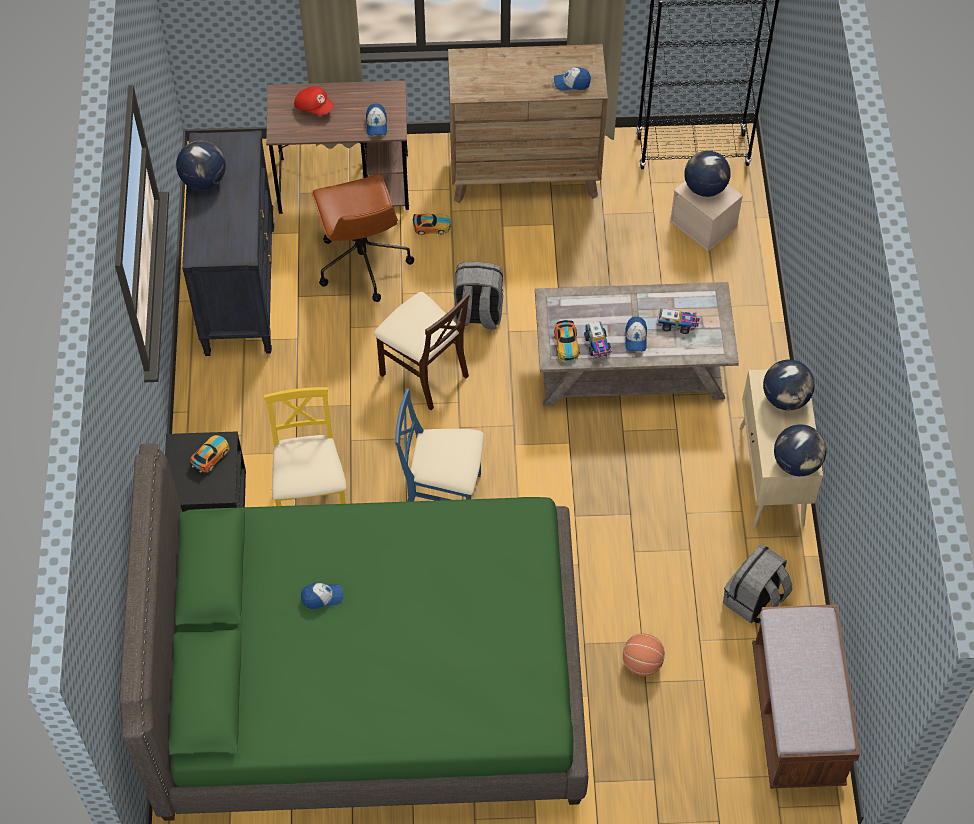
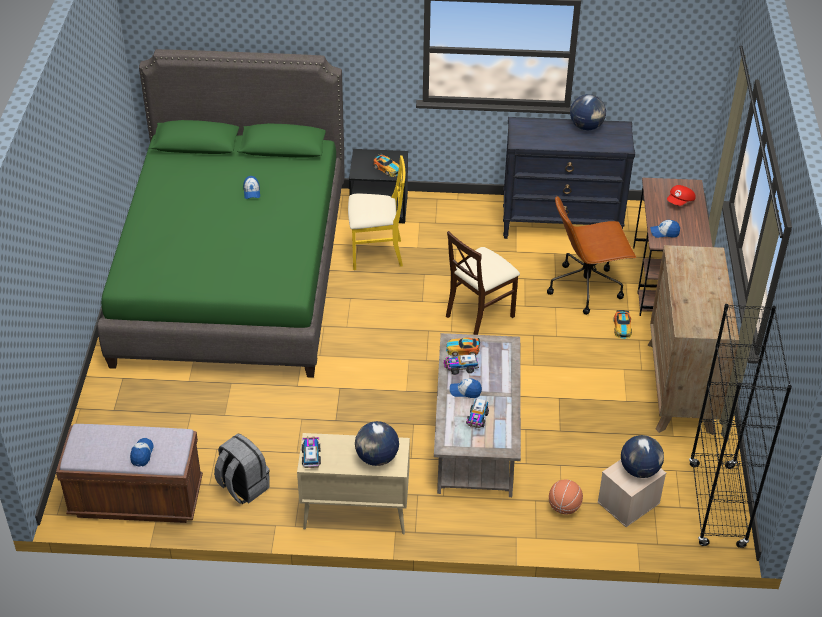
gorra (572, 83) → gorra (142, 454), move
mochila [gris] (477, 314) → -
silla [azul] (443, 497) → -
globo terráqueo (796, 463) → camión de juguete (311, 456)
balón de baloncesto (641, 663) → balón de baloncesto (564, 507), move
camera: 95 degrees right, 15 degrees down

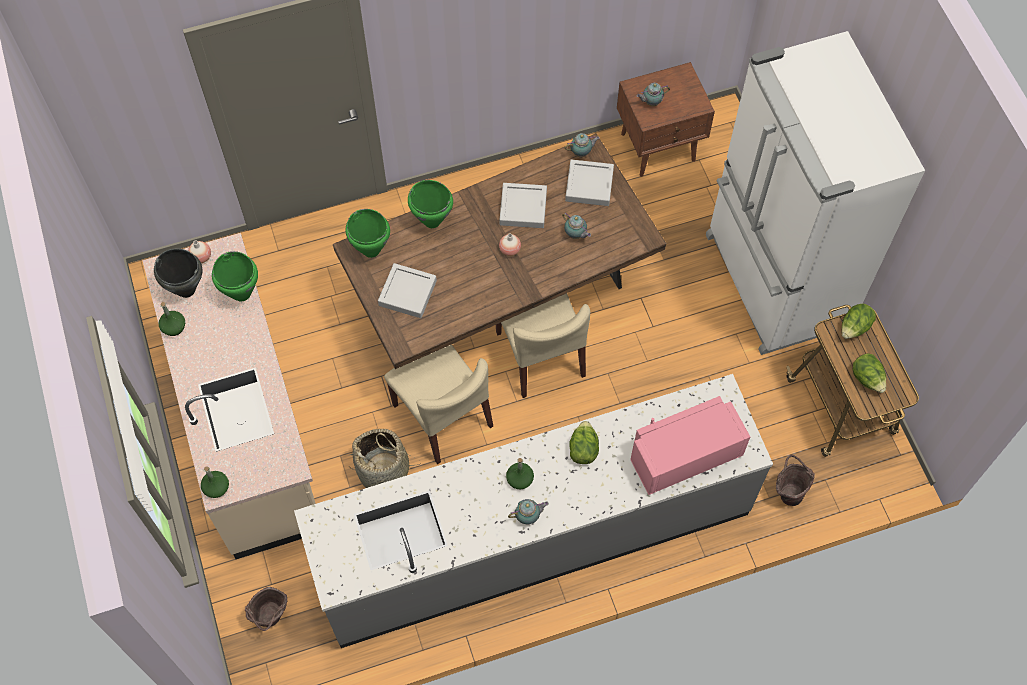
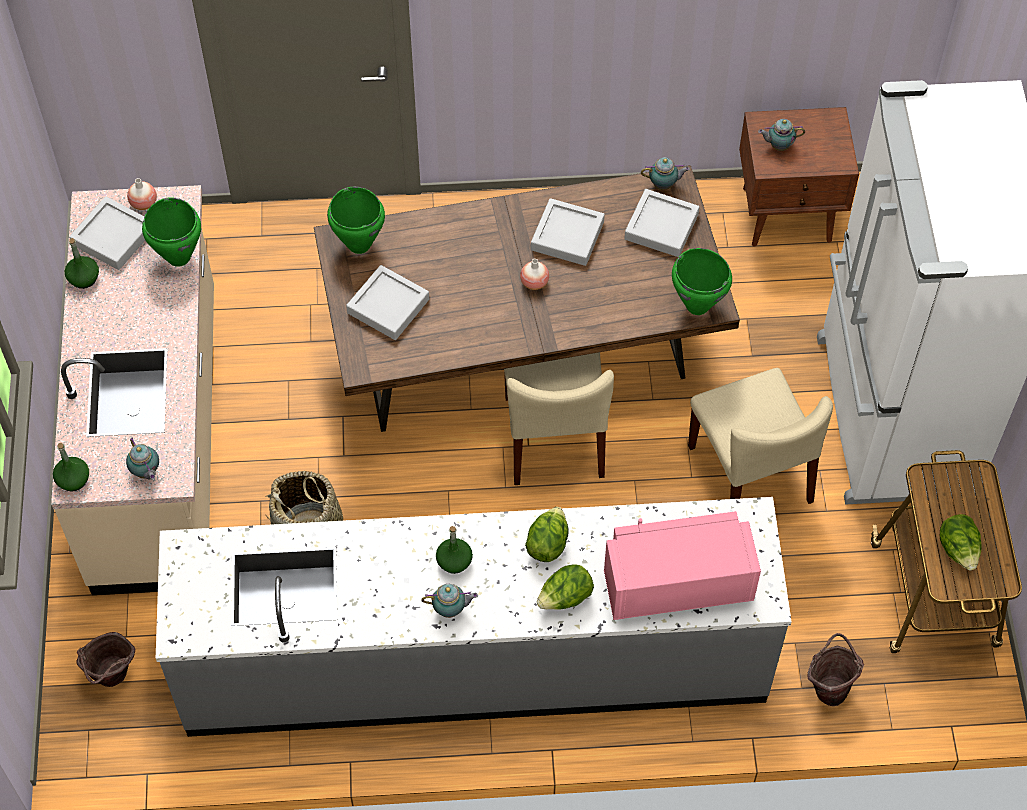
olla [verde] (432, 220) → olla [verde] (697, 305), move
tetera (575, 235) → tetera (146, 472), move
olla [negro] (186, 289) → bandeja [gris] (113, 237)
lechuga (854, 328) → lechuga (565, 598), move
silla [beis] (443, 416) → silla [beis] (750, 475), move
camera: 15 degrees right, 5 degrees down

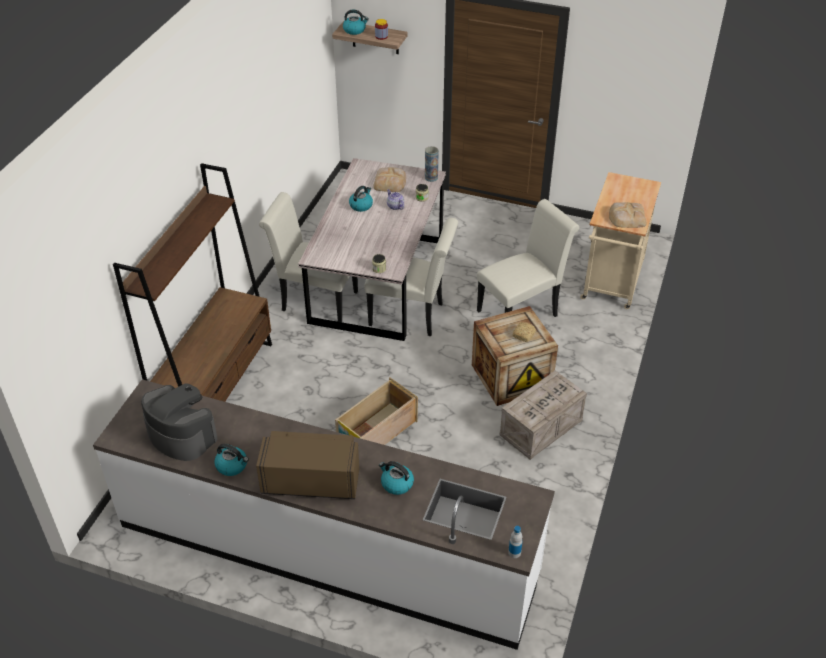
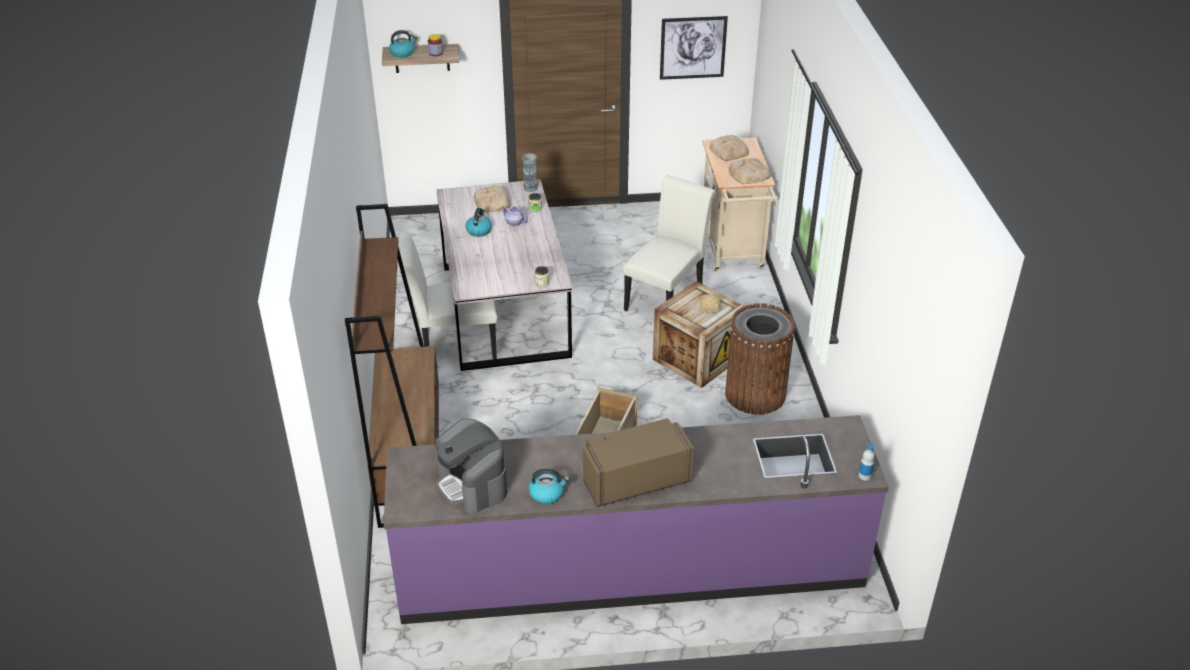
silla [blanco] (411, 315) → -
caja de embalaje (540, 428) → papelera [marrón] (755, 394)
mueble bajo de cocina [blanco] (327, 549) → mueble bajo de cocina [morado] (630, 568)
cafetera (181, 435) → cafetera (472, 484), 135 degrees counterclockwise
hervidor (396, 484) → -
- → cuadro (693, 47)
- → pan (729, 151)
camera: 25 degrees left, 5 degrees down

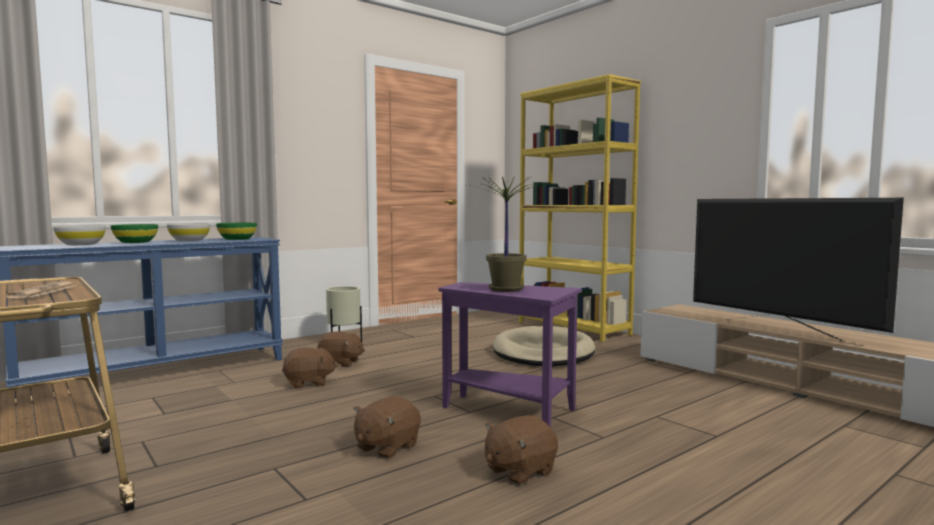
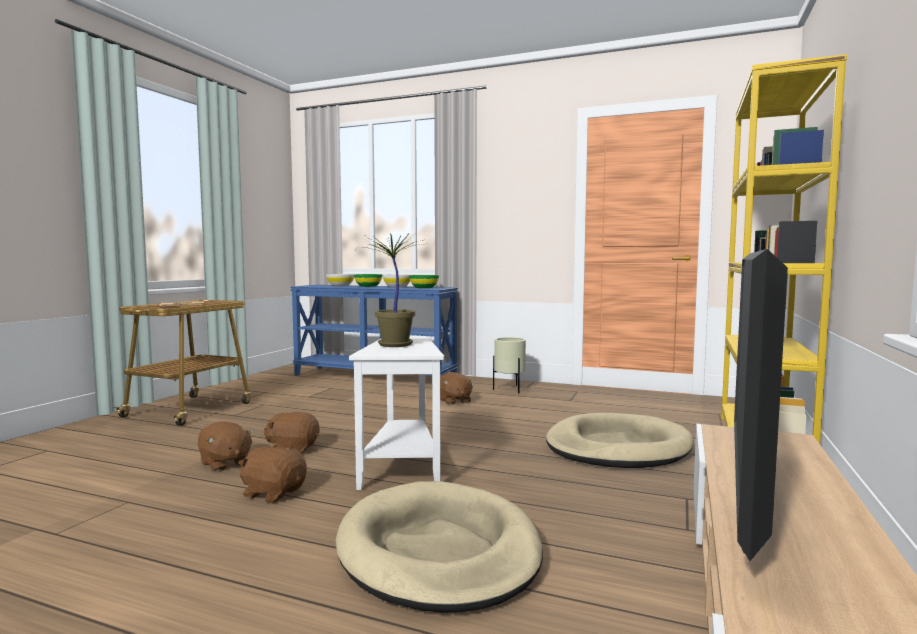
mesa auxiliar [morado] (511, 413) → mesa auxiliar [blanco] (402, 468)
peluche [marrón] (309, 383) → peluche [marrón] (225, 463), move
- → cama para perro [beis] (438, 551)
camera: 60 degrees right, 0 degrees up

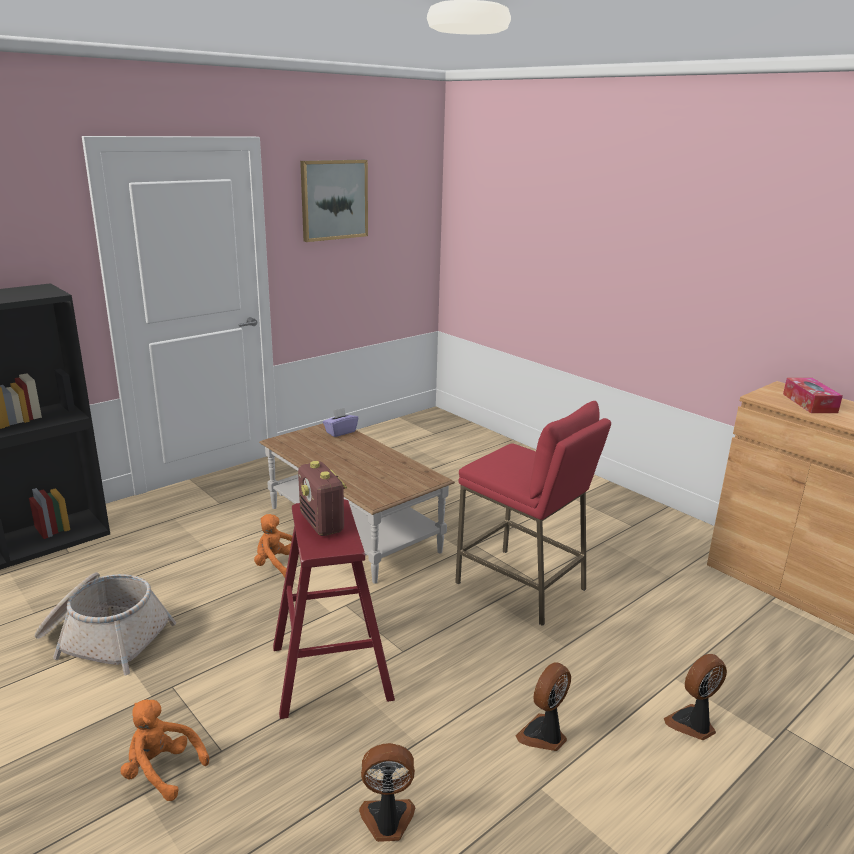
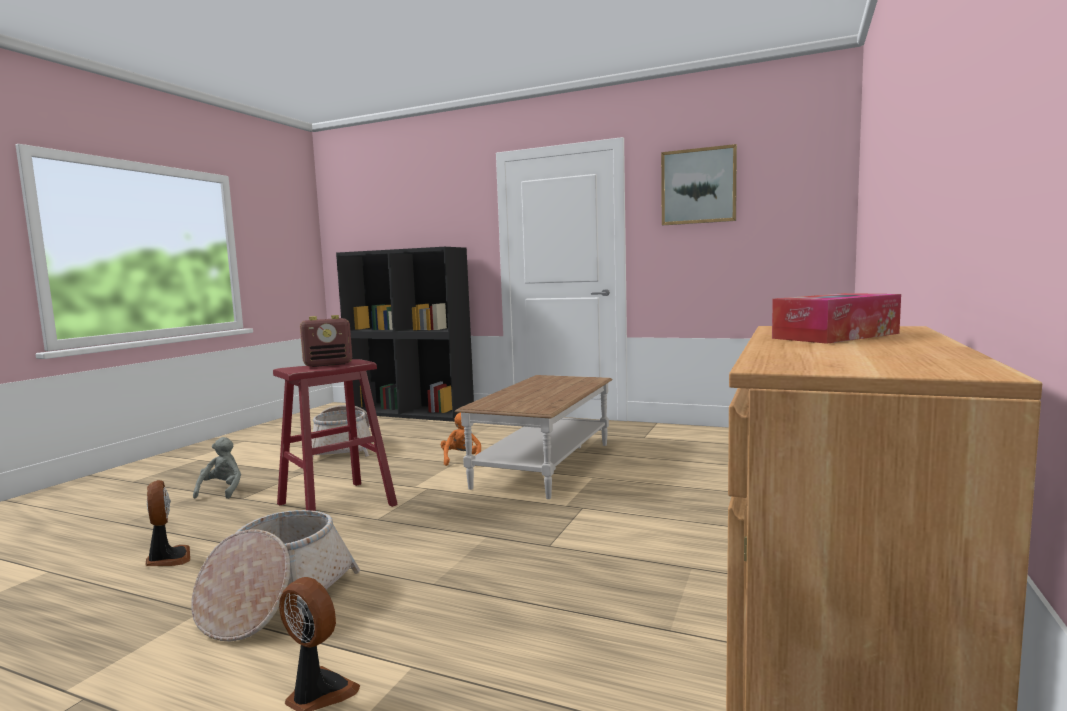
taburete [rojo] (521, 586) → -
caja de pañuelos [morado] (340, 432) → -
radio (322, 524) → radio (328, 364), 150 degrees counterclockwise
ventilador (544, 735) → cesta (276, 599)
peluche [naranja] (162, 771) → peluche [gris] (222, 491)
camera: 65 degrees right, 15 degrees down

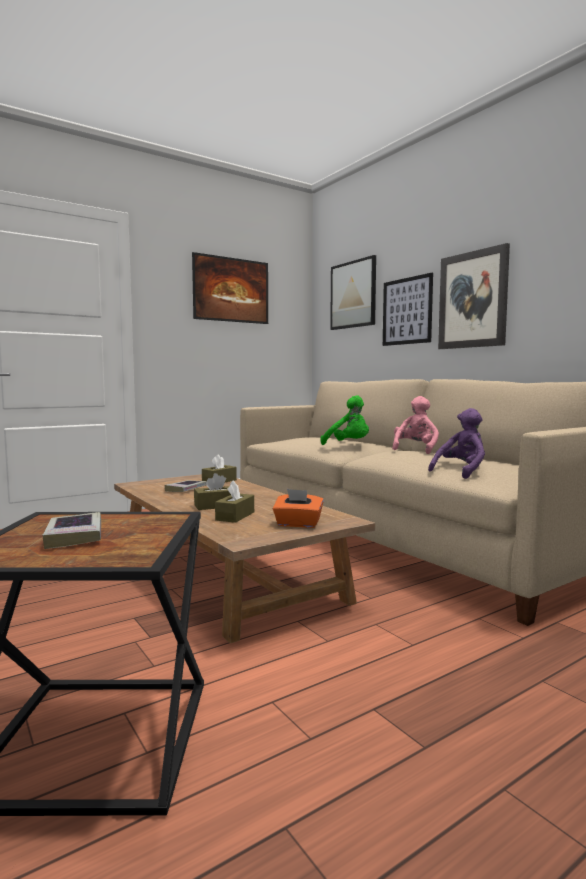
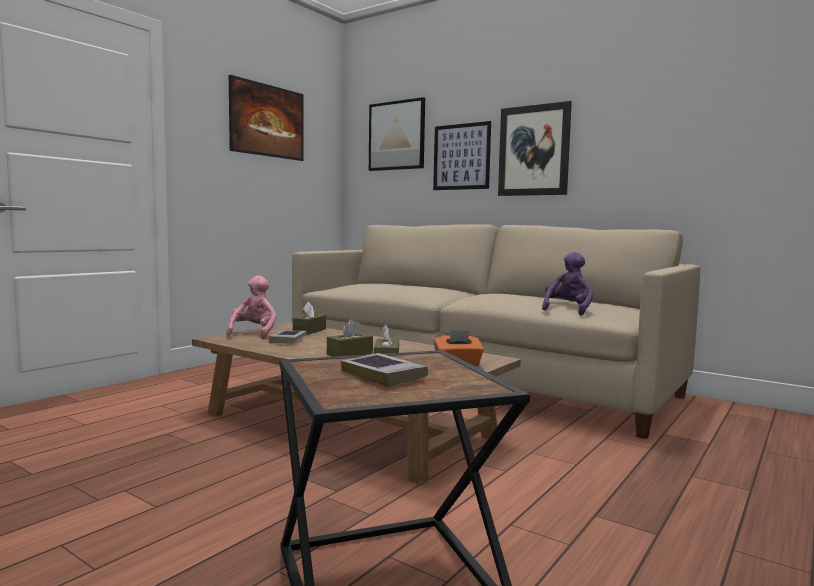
peluche [verde] (349, 445) → -
peluche [rosa] (415, 450) → peluche [rosa] (254, 333), move
camera: 20 degrees left, 0 degrees up

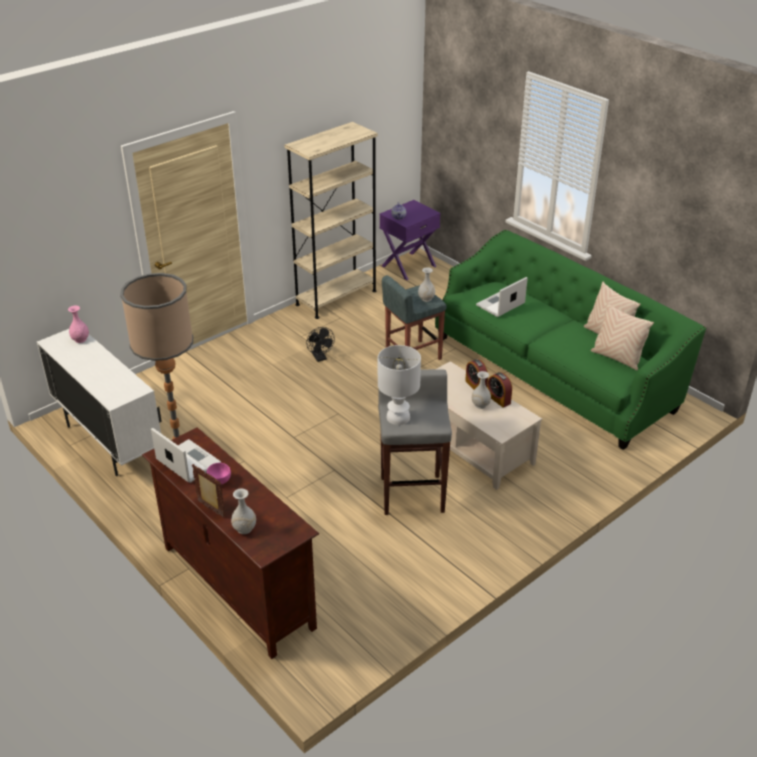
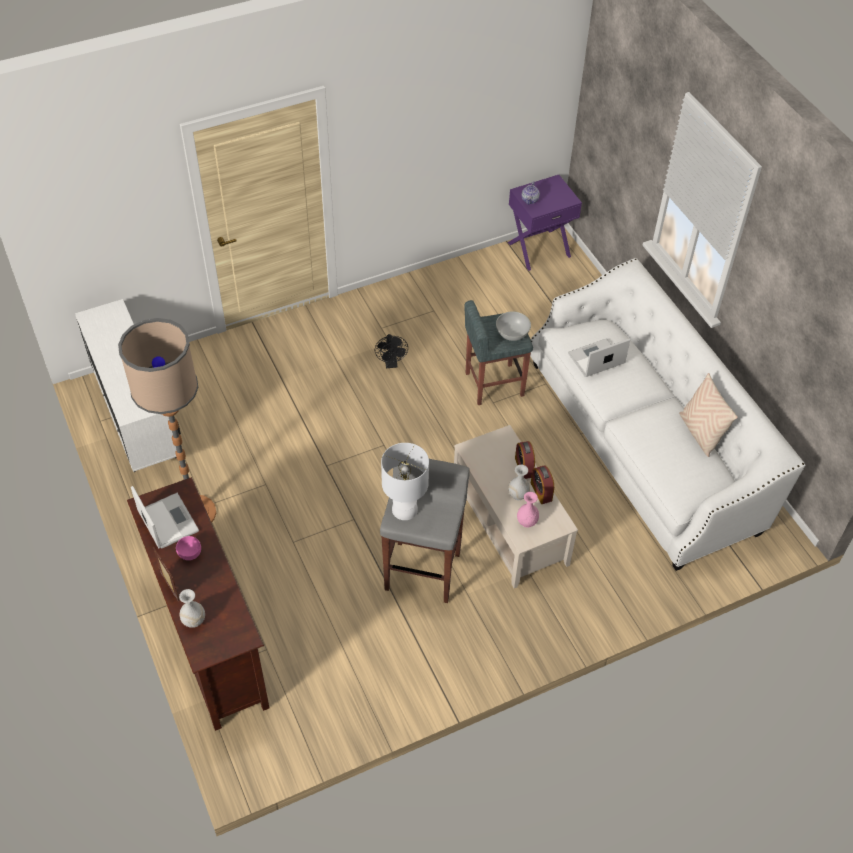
estantería [beis] (336, 298) → -
sofá [verde] (554, 372) → sofá [blanco] (644, 444)
florero [blanco] (426, 299) → cuenco [blanco] (512, 334)
cojín [beis] (617, 358) → -
florero [rosa] (80, 339) → florero [rosa] (527, 522), move
camera: 15 degrees right, 15 degrees up

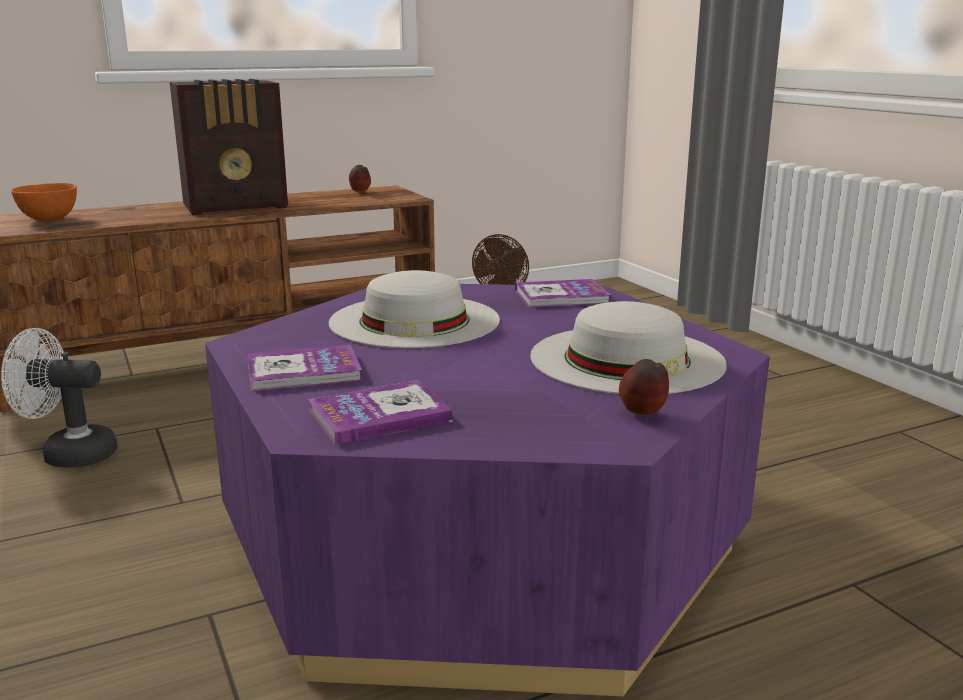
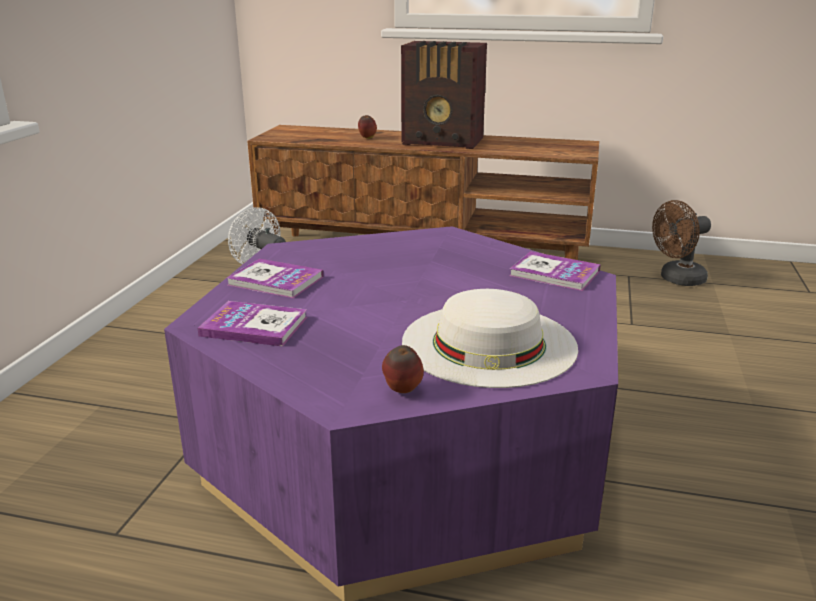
manzana (360, 193) → manzana (367, 138), move
cuenco [naranja] (49, 220) → -
sombrero [blanco] (414, 321) → -
camera: 40 degrees right, 5 degrees up

